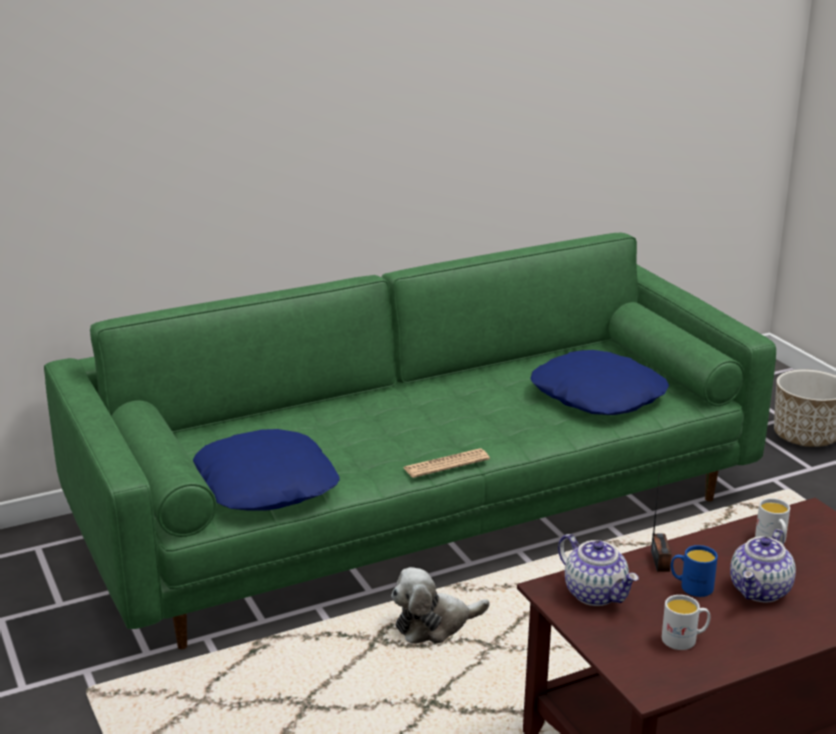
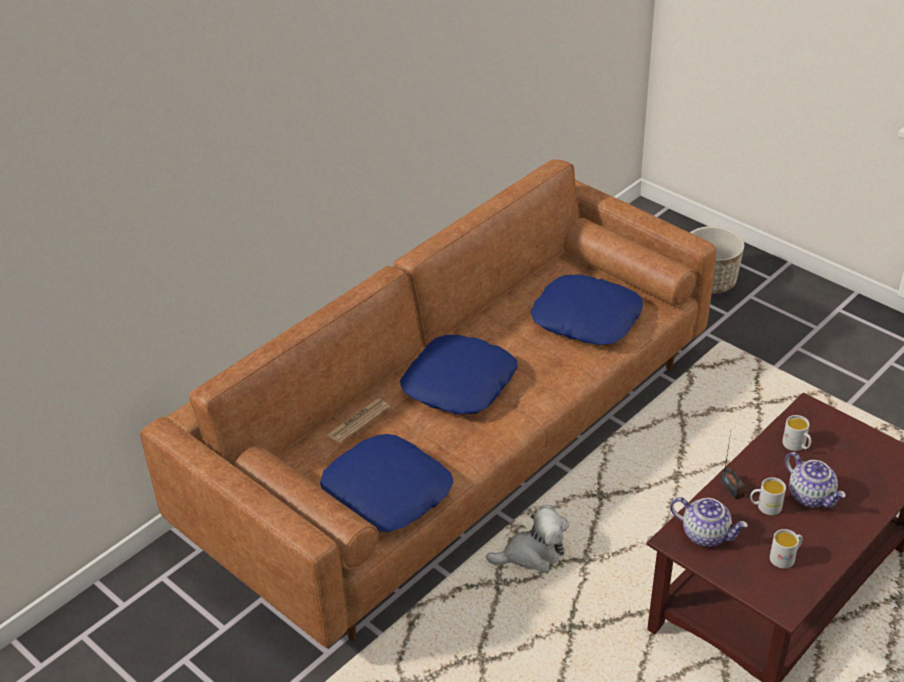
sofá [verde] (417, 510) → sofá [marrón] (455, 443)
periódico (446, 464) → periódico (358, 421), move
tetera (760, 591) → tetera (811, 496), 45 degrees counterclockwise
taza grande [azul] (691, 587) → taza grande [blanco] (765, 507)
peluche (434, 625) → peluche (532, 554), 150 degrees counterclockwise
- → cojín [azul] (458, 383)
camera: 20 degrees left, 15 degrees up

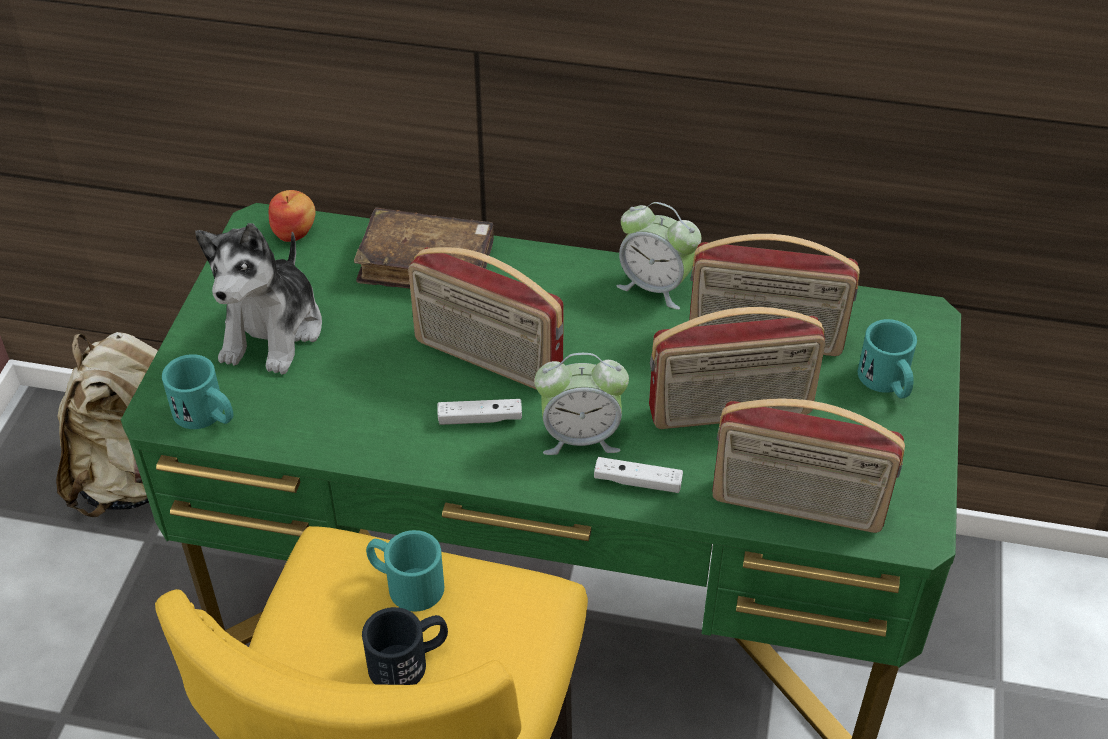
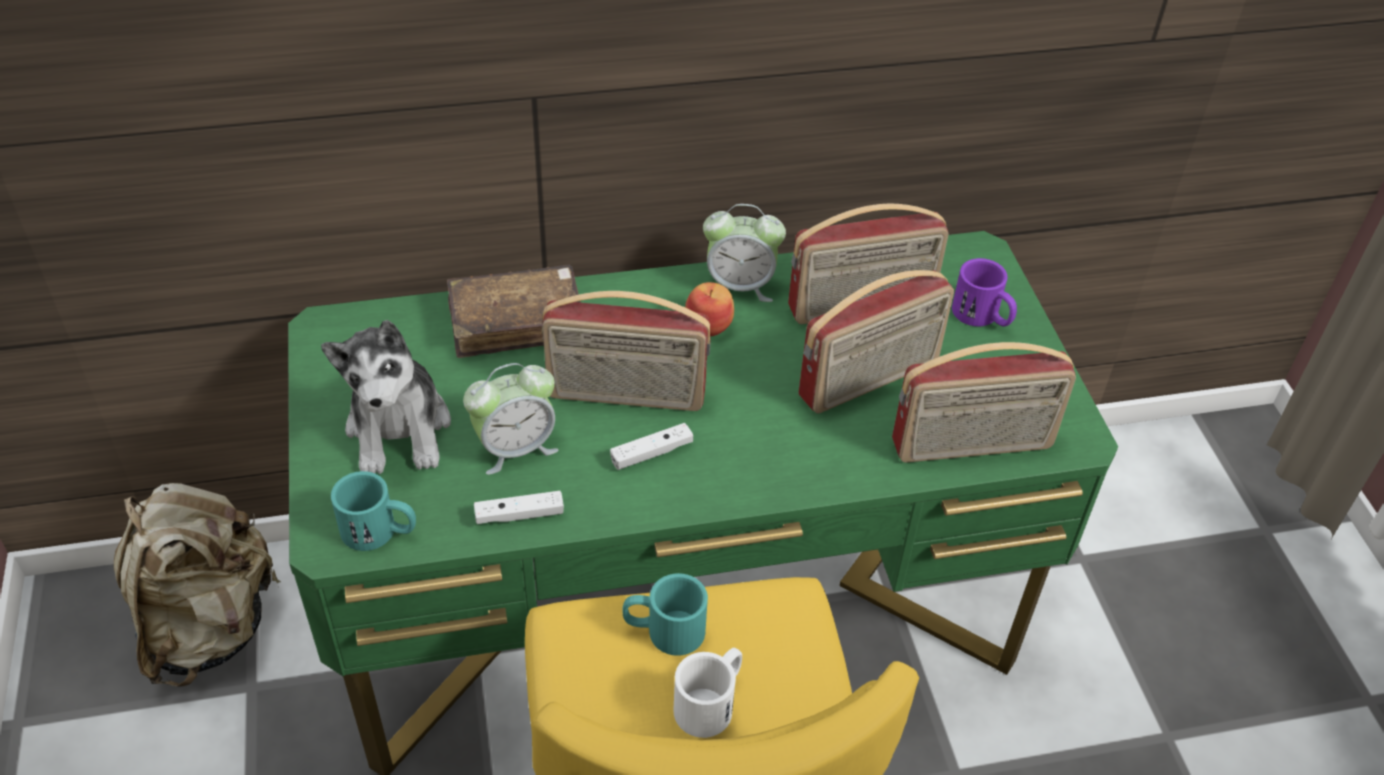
manzana (294, 232) → manzana (710, 324), move
taza grande [turquesa] (887, 382) → taza grande [morado] (982, 316)
despertador (580, 436) → despertador (515, 448), move
mando de consola [blanco] (637, 482) → mando de consola [blanco] (519, 515), move
taza grande [negro] (409, 661) → taza grande [blanco] (711, 702)
camera: 25 degrees left, 0 degrees up

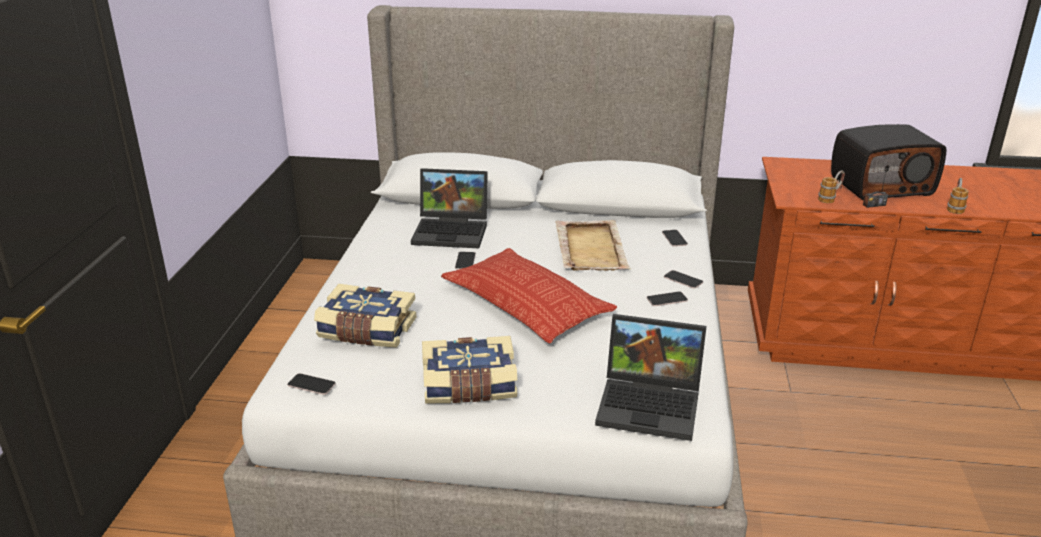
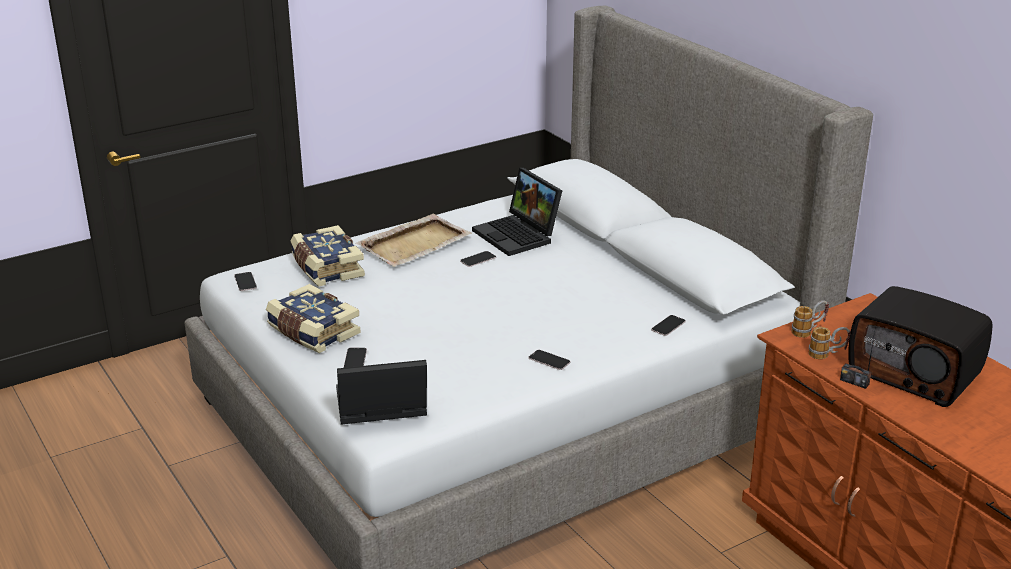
taza grande (955, 207) → taza grande (809, 331), move
bandeja [beis] (591, 248) → bandeja [beis] (415, 243), move
cojín (526, 304) → -
móvil (683, 280) → móvil (355, 359), move
portátil (652, 404) → portátil (379, 408), 105 degrees clockwise
camera: 50 degrees right, 0 degrees up

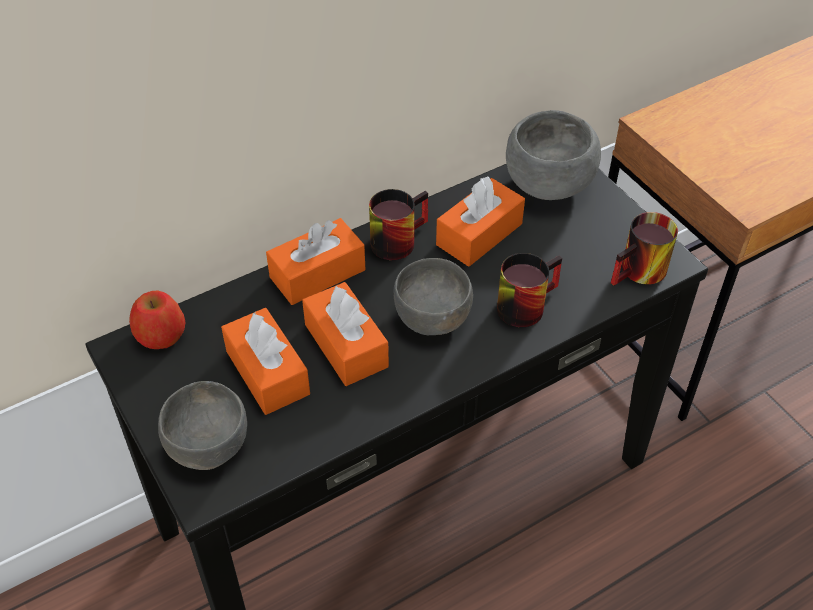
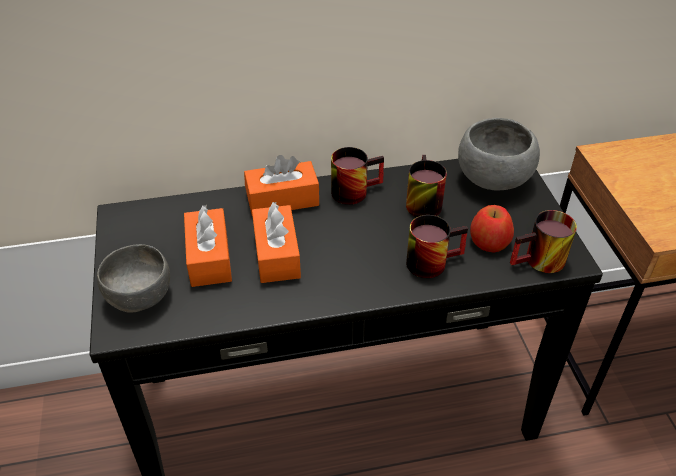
caja de pañuelos [naranja] (479, 234) → taza grande (419, 202)
cuenco [gris] (433, 317) → -
manzana (161, 334) → manzana (489, 241), move
camera: 20 degrees right, 5 degrees down

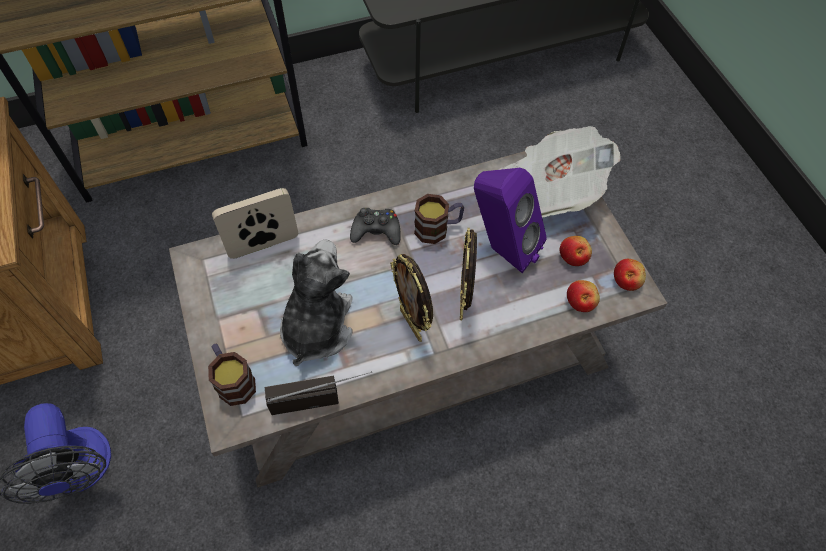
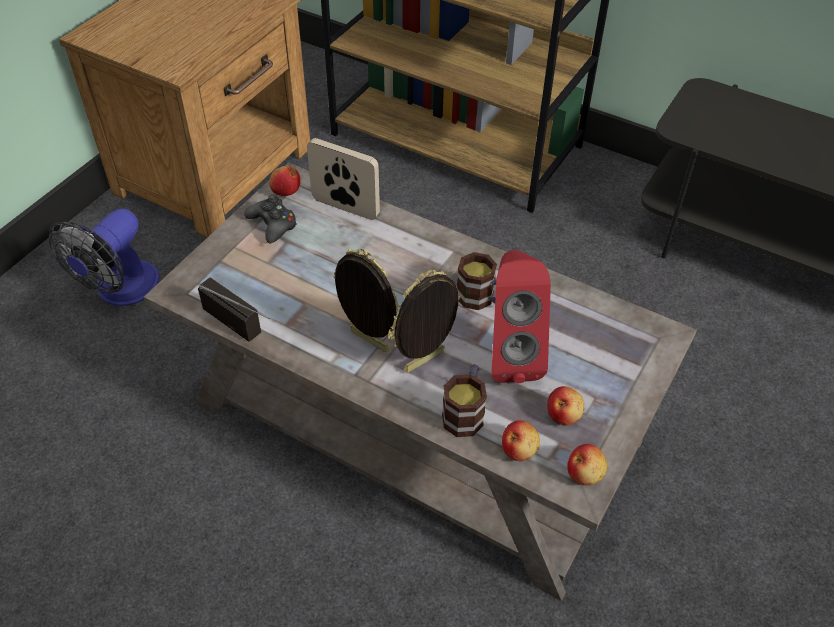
periódico (546, 191) → -
altavoz [morado] (501, 249) → altavoz [rojo] (511, 355)
mando de consola [negro] (376, 231) → mando de consola [negro] (273, 224), move
peluche (316, 326) → -
portarretratos (412, 324) → portarretratos (367, 342), 105 degrees clockwise
taza grande (233, 380) → taza grande (465, 412), move
- → manzana (285, 190)
camera: 50 degrees right, 10 degrees down

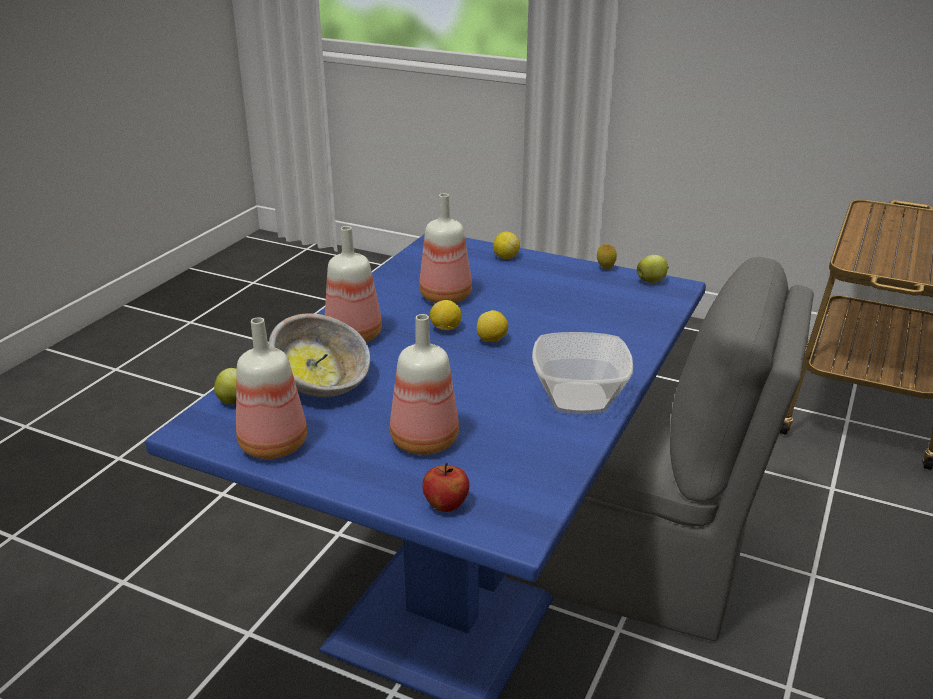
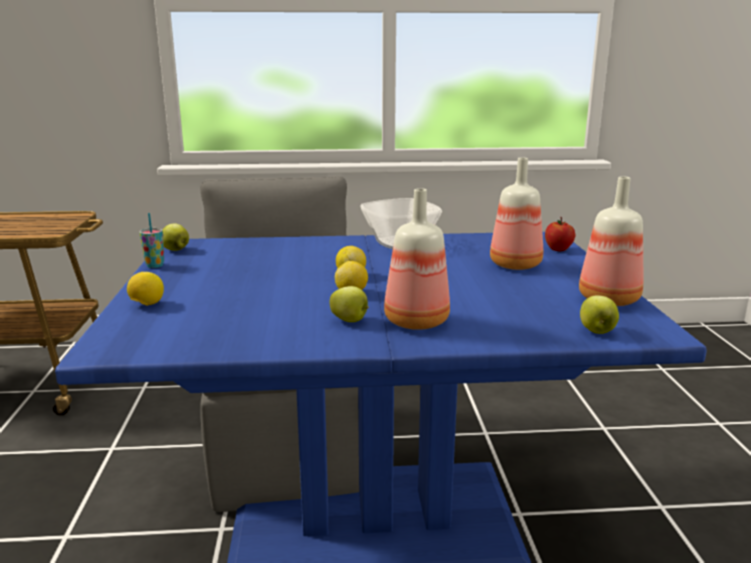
botella (446, 296) → -
limón (605, 268) → taza (155, 265)
cuenco (323, 386) → -
- → manzana (350, 321)
camera: 120 degrees left, 10 degrees down

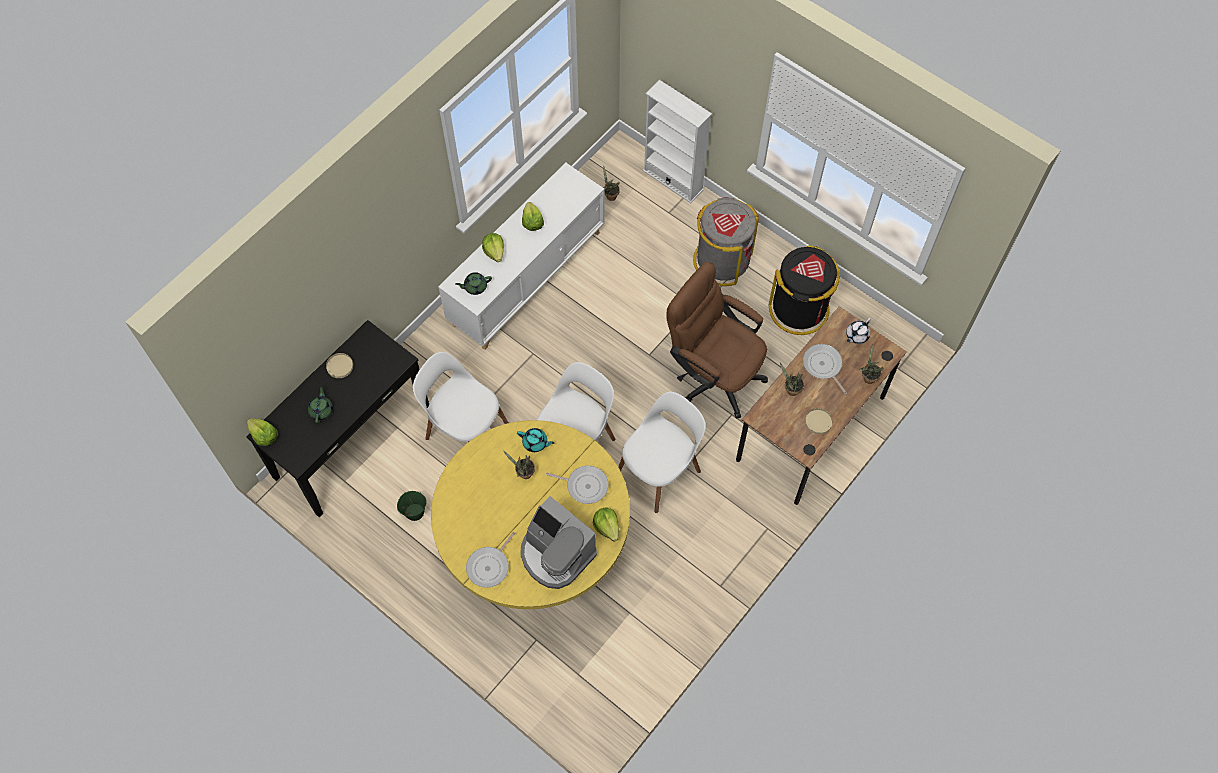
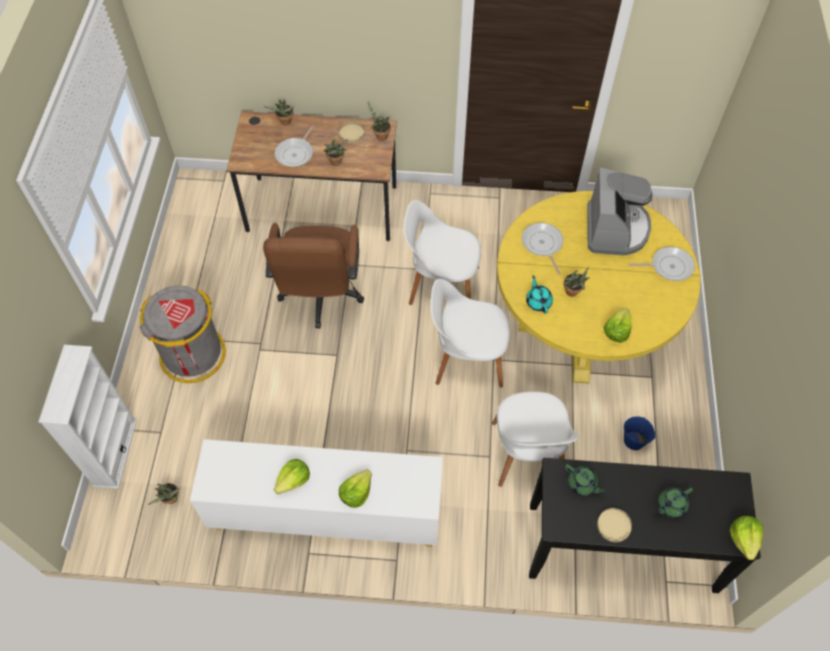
papelera [negro] (799, 309) → -
tetera [verde] (475, 287) → tetera [verde] (582, 484), move
tetera [blanco] (856, 335) → -
cubo [verde] (414, 512) → cubo [azul] (634, 441)
lechuga (607, 527) → lechuga (616, 331), move
- → planta en maceta (380, 136)
camera: 125 degrees left, 5 degrees down

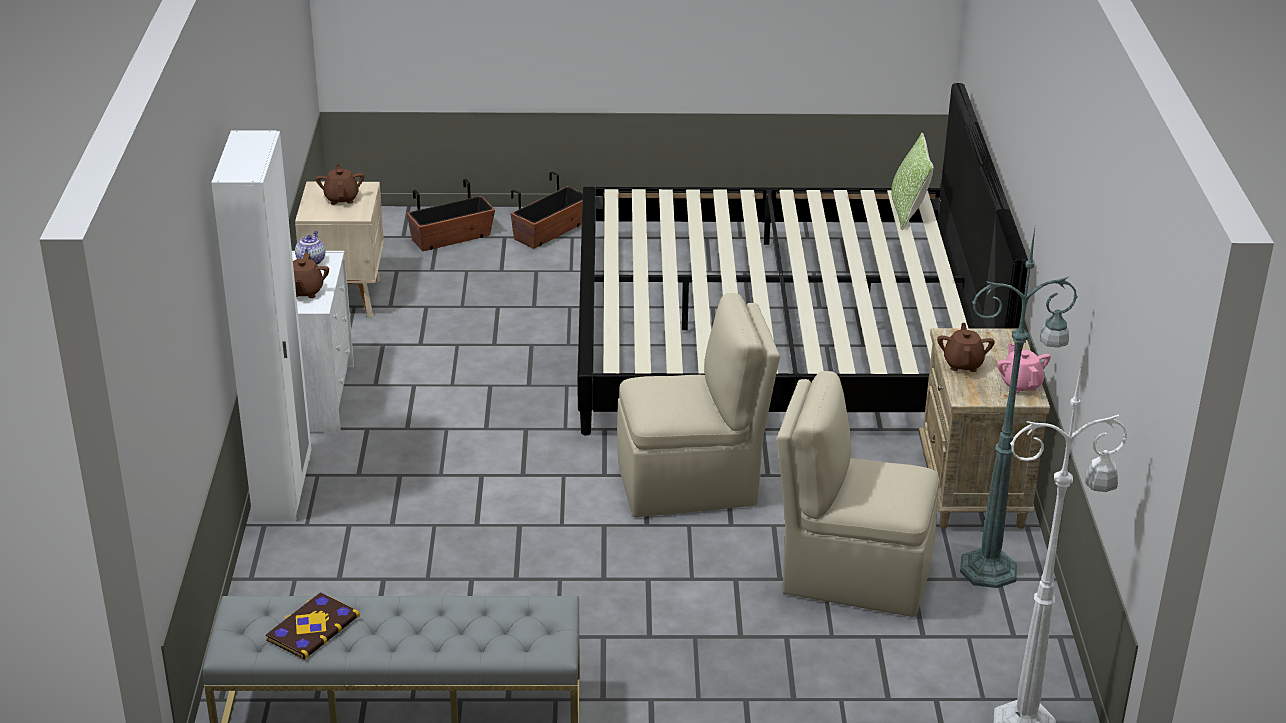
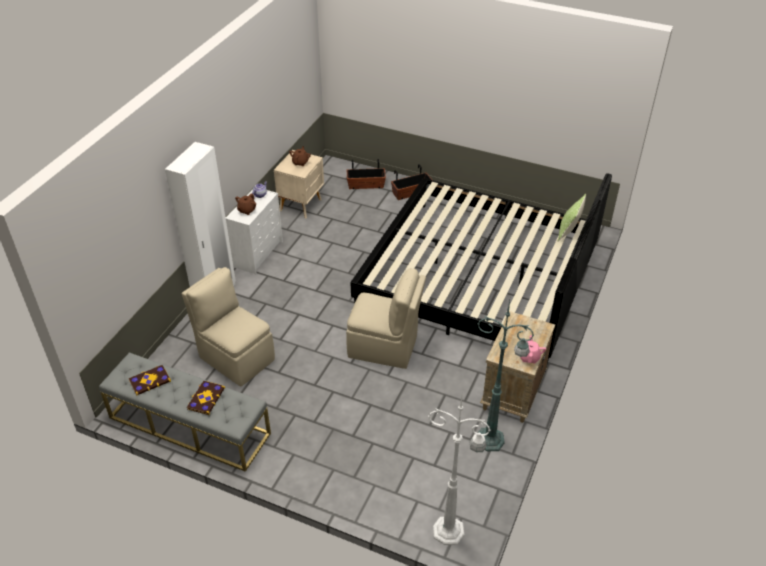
tetera [marrón] (963, 364) → -
silla [beis] (852, 573) → silla [beis] (235, 357), move
- → libro (205, 398)
camera: 25 degrees right, 10 degrees up

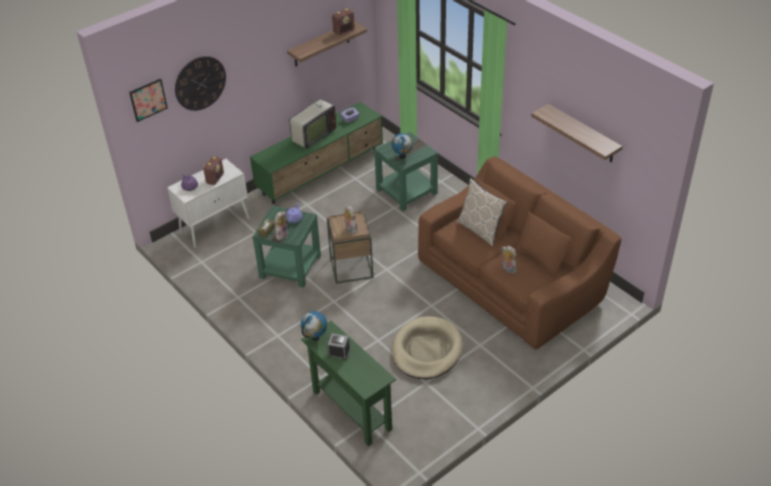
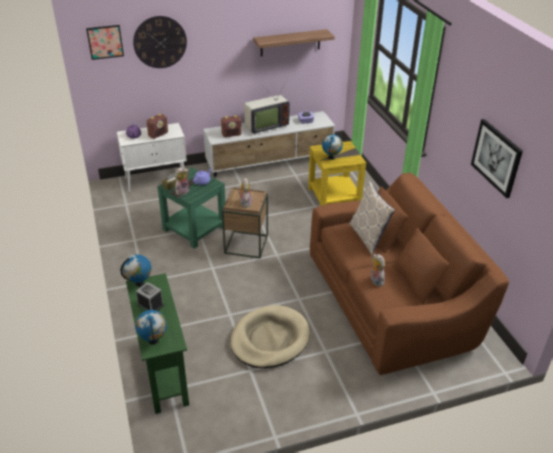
radio (344, 31) → radio (231, 134), move
mueble de televisión [verde] (321, 171) → mueble de televisión [blanco] (270, 162)
estante (583, 134) → cuadro (496, 157)
mesa auxiliar [verde] (406, 190) → mesa auxiliar [amarillo] (334, 195)
- → globo terráqueo (153, 341)
camera: 20 degrees right, 5 degrees down

